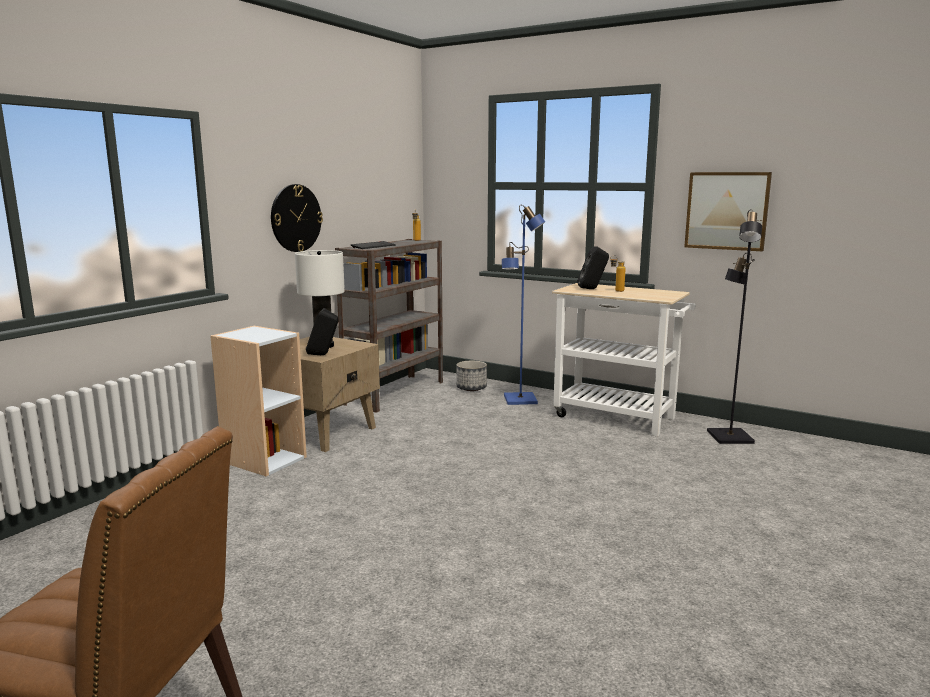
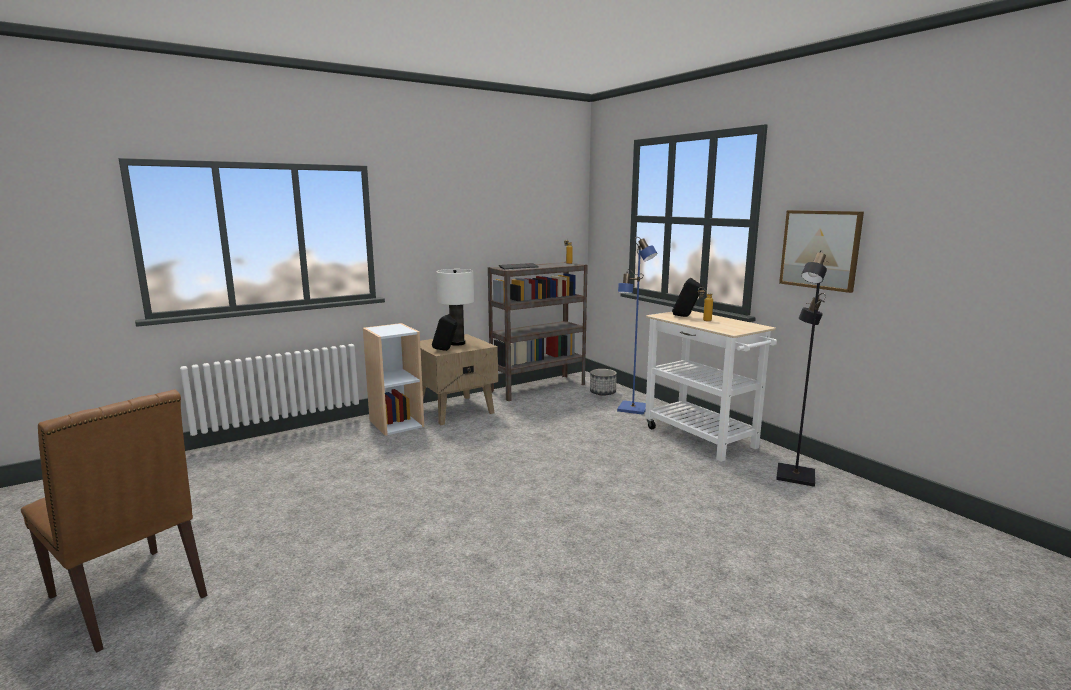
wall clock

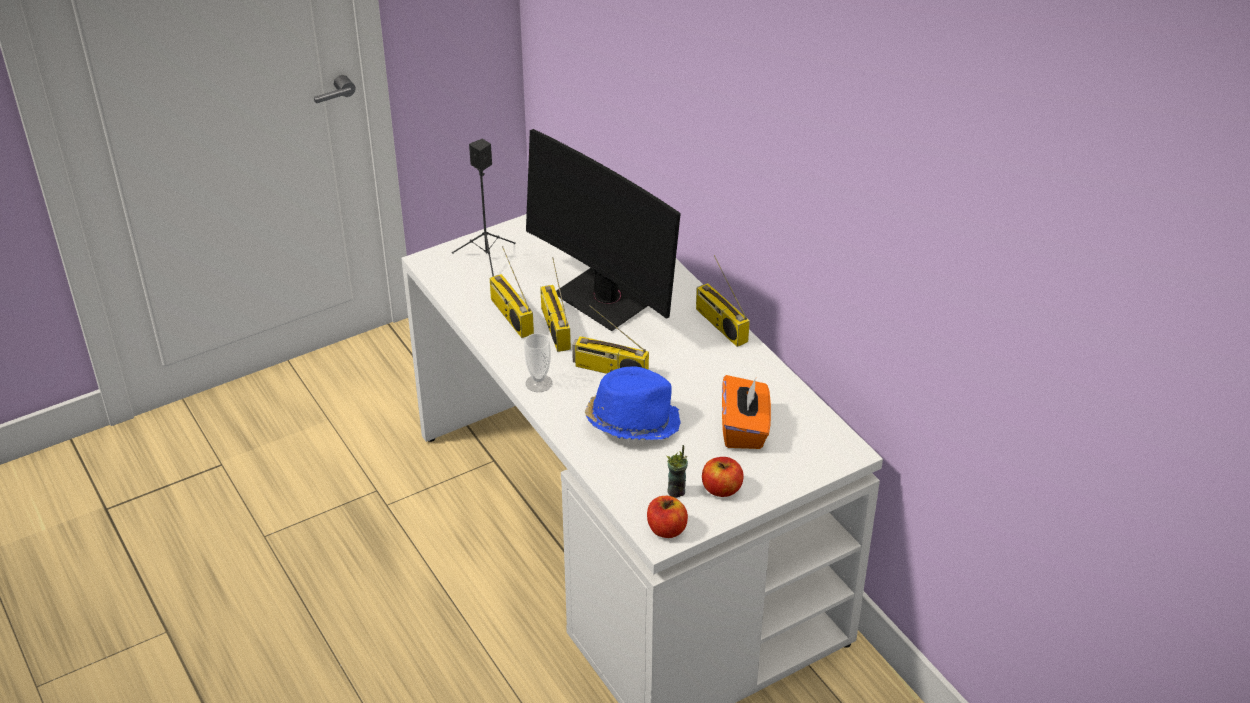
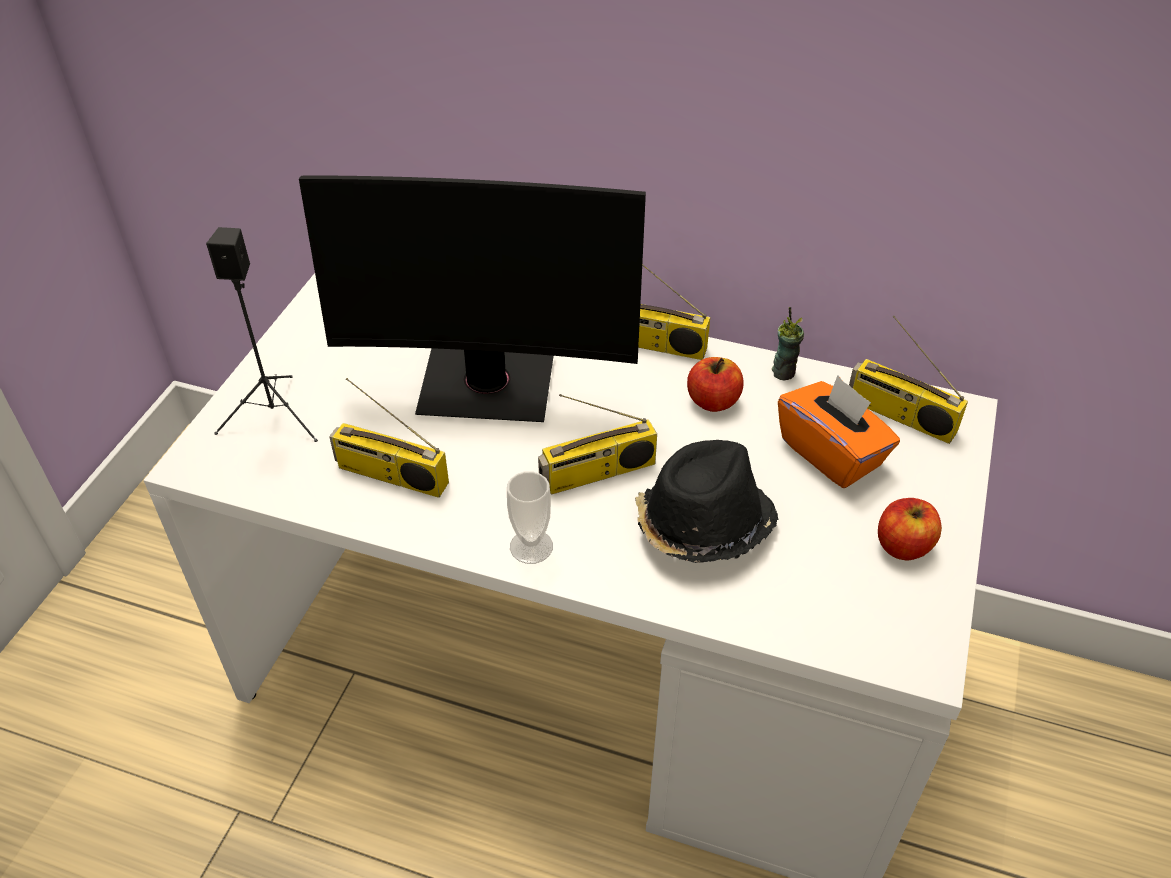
radio (4th from left)
hat in black
cup (2nd from left)
apple (1st from left)

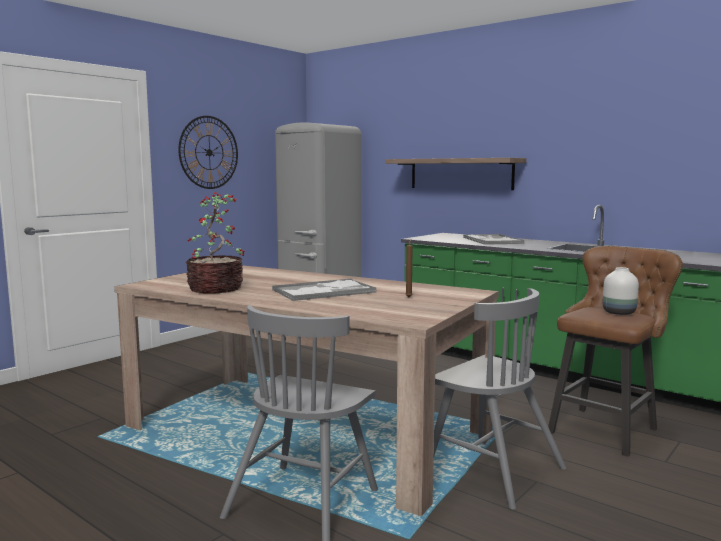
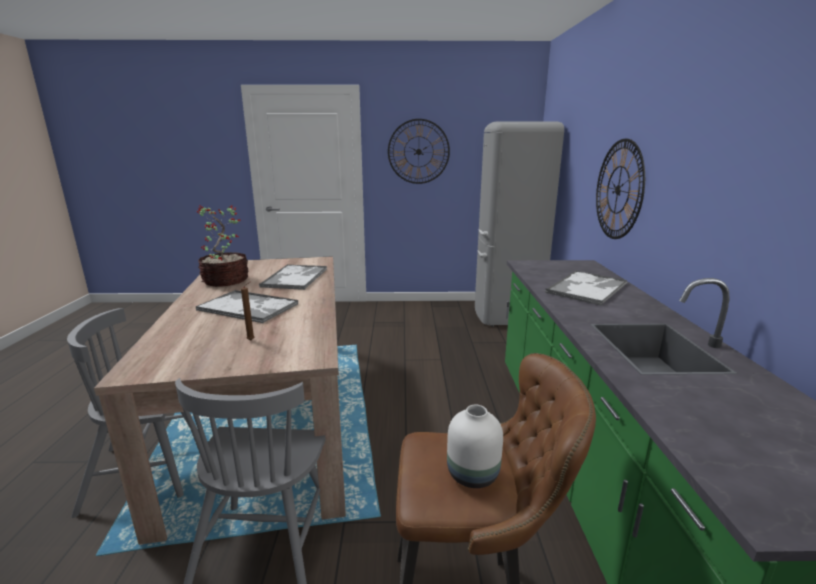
wall clock (2nd from left)
tray (2nd from left)

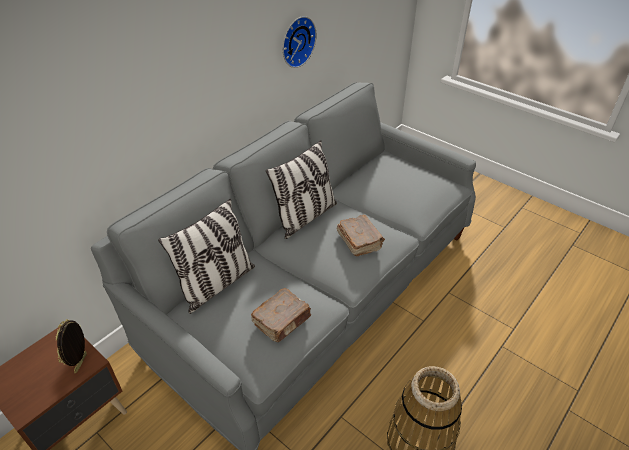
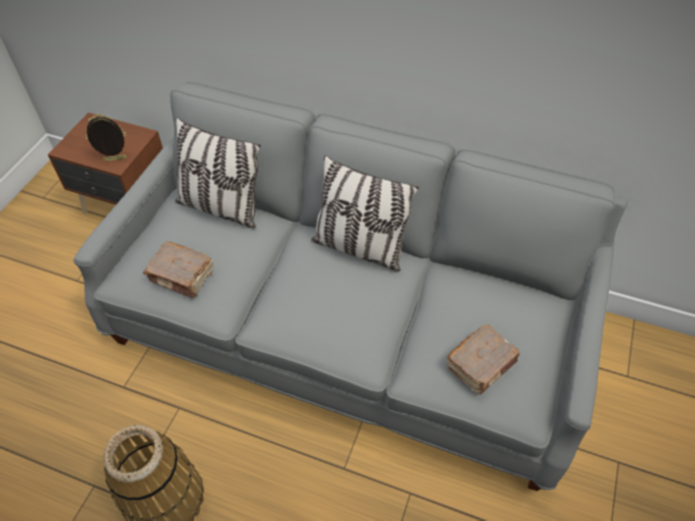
wall clock
book in brown (2nd from left)

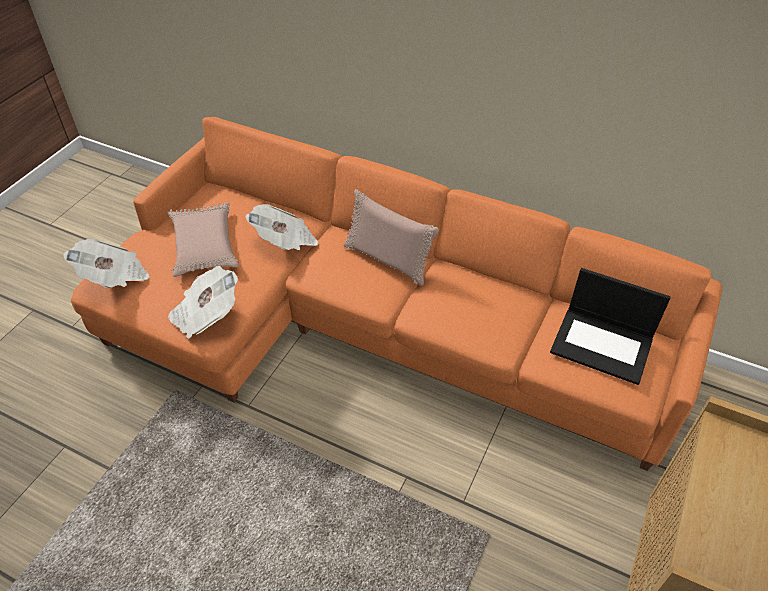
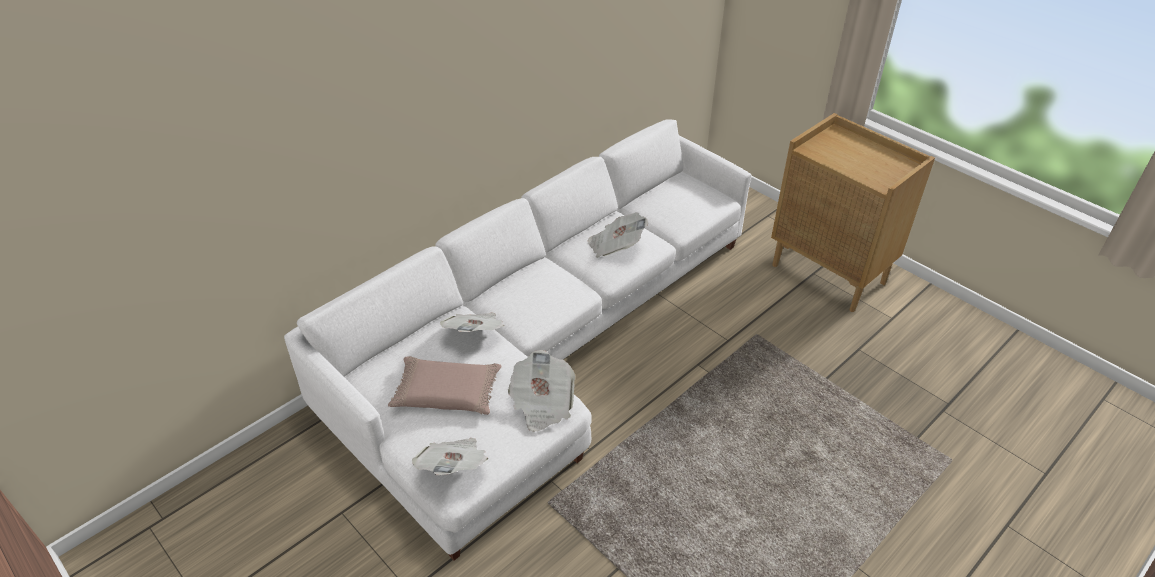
sofa in white
pillow in beige (2nd from left in the first image)
laptop
newspaper (4th from left)

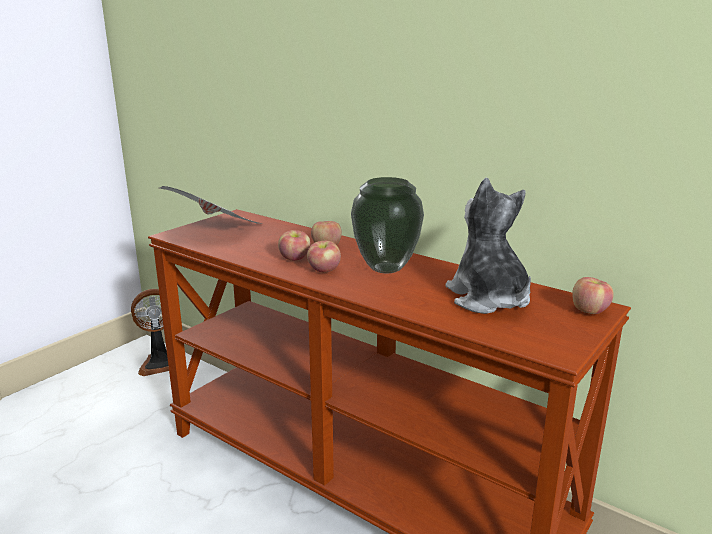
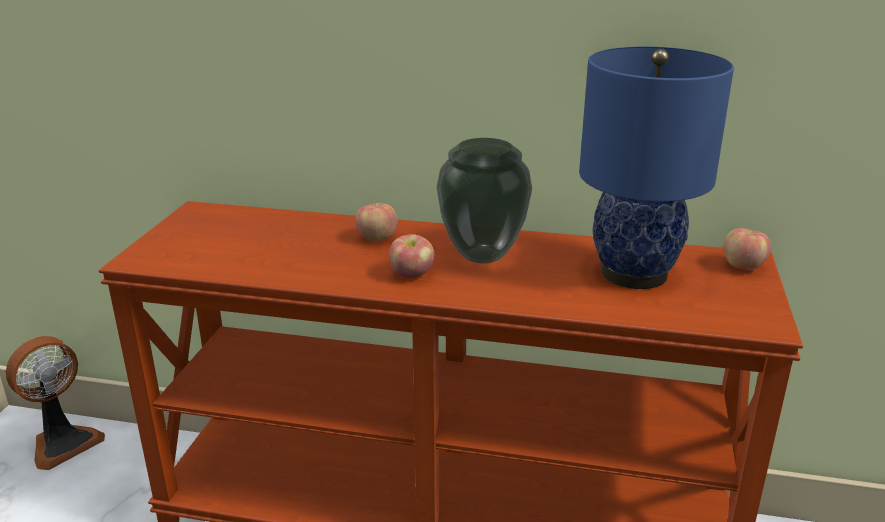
table lamp in blue
newspaper
apple (1st from left in the first image)

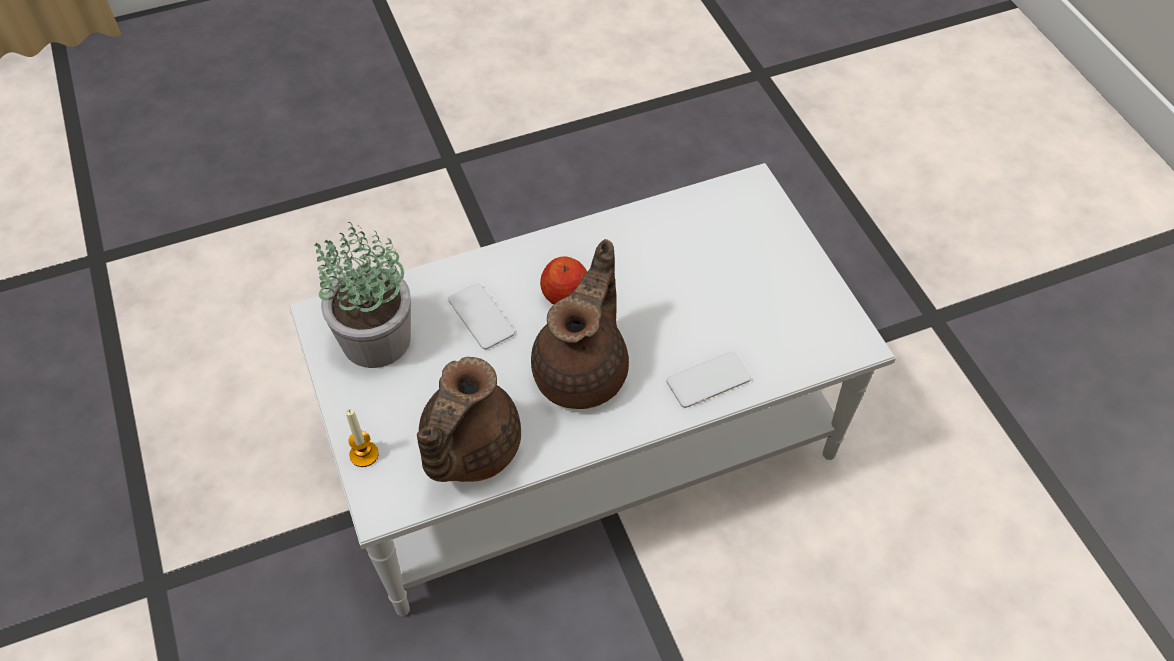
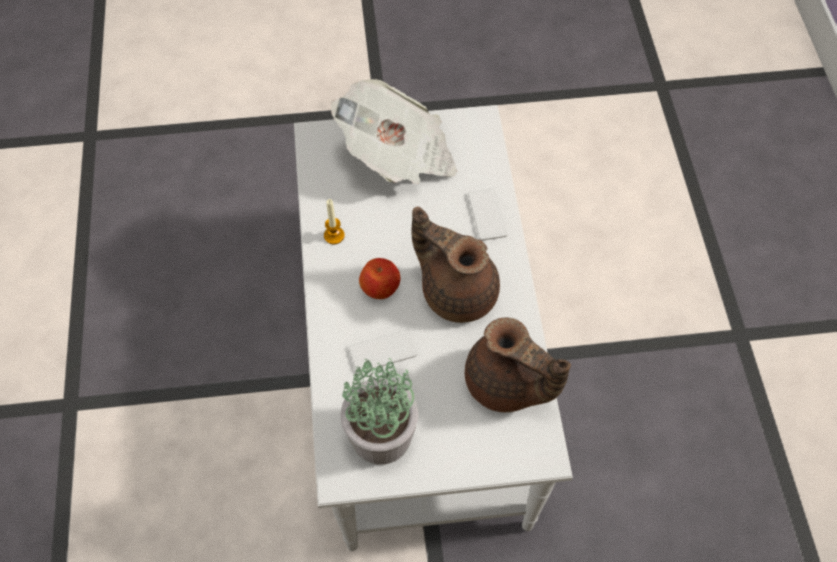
candle
newspaper

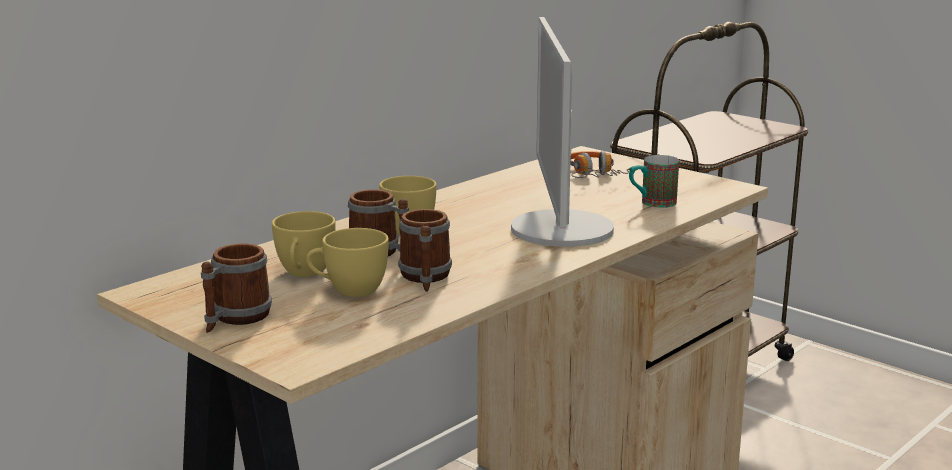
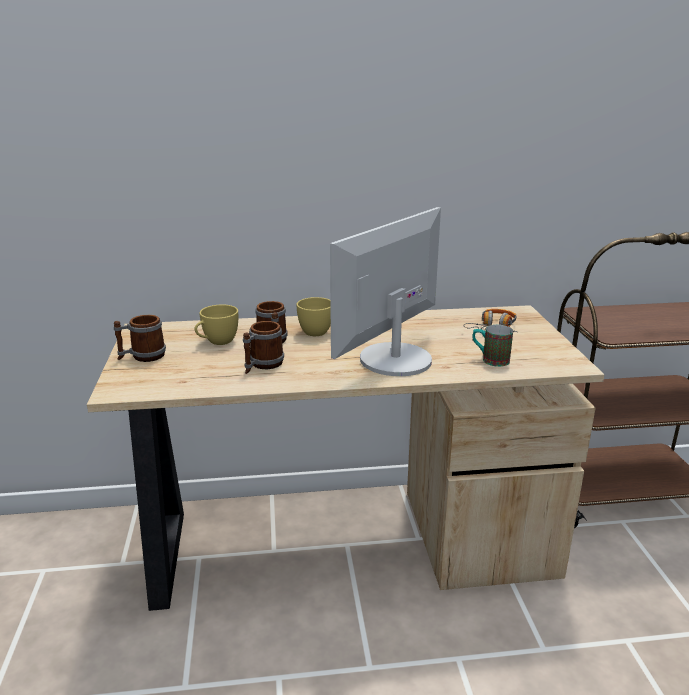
cup in yellow (2nd from left in the first image)

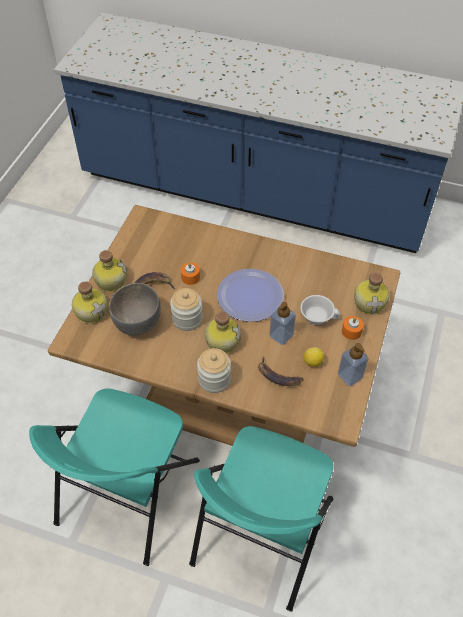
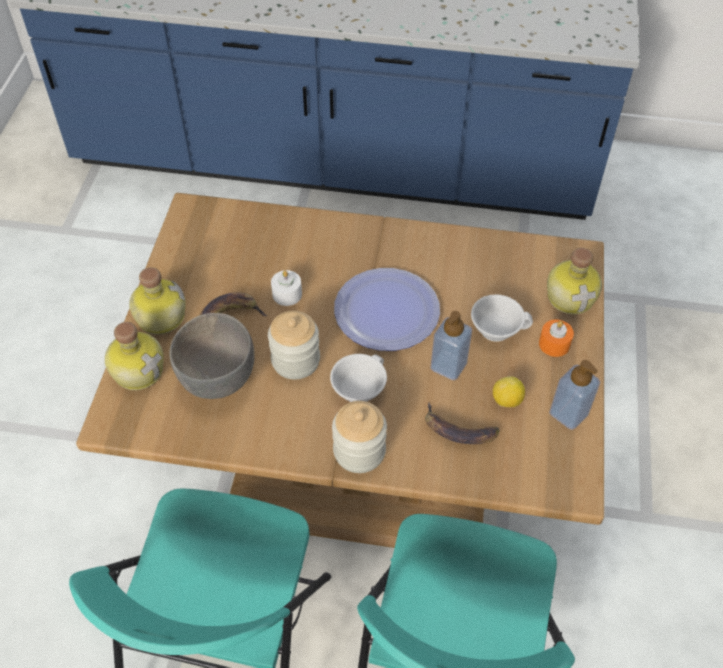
candle in white
cup in white (1st from left)

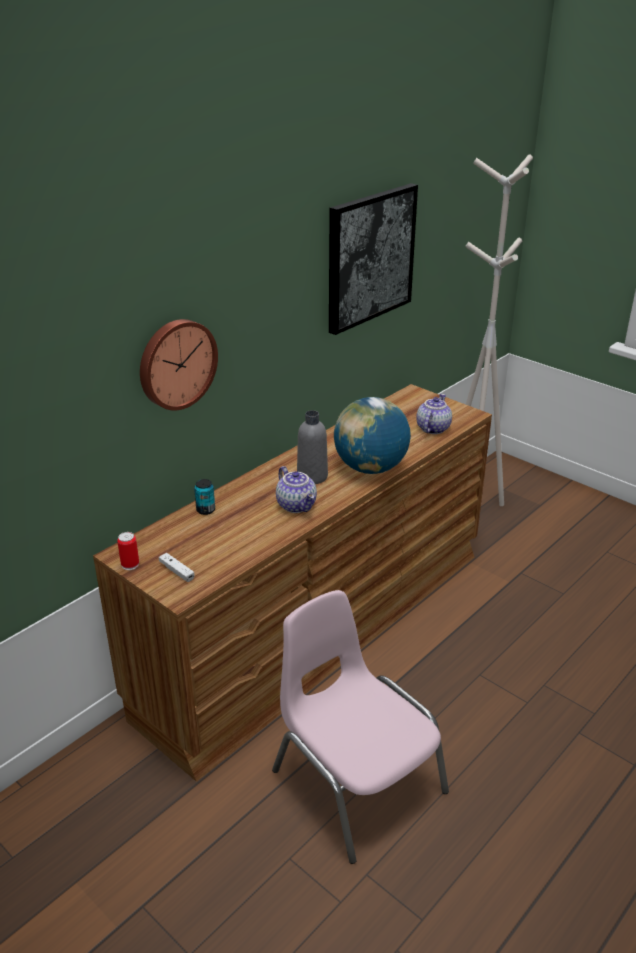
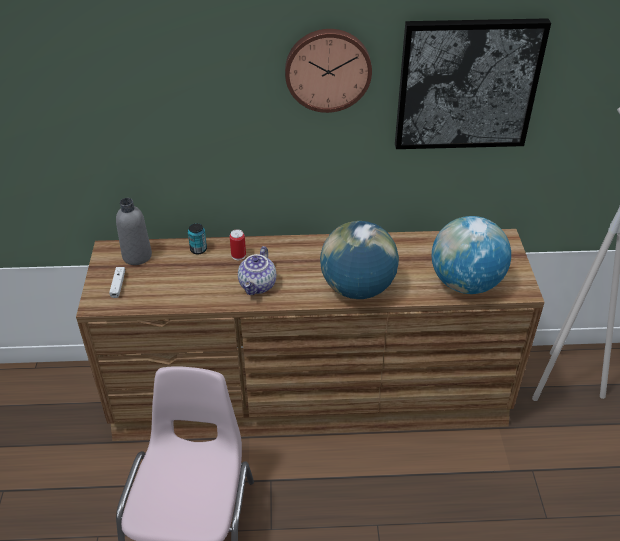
wall clock
globe (2nd from left)
bottle in grey
can (2nd from left)

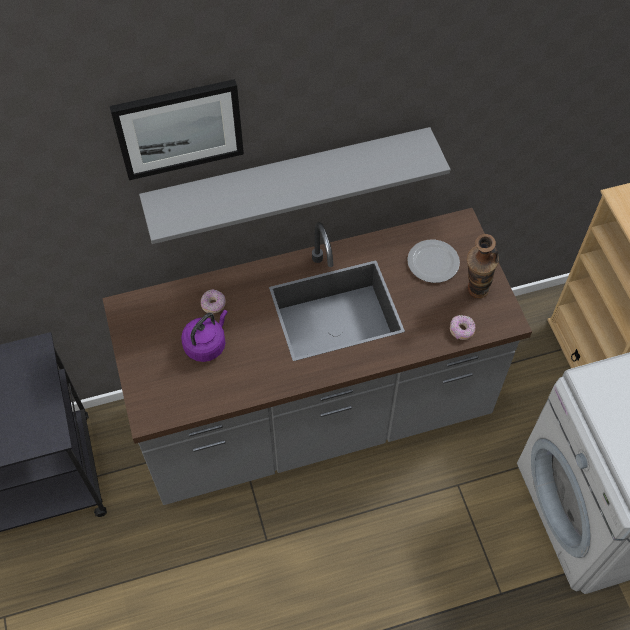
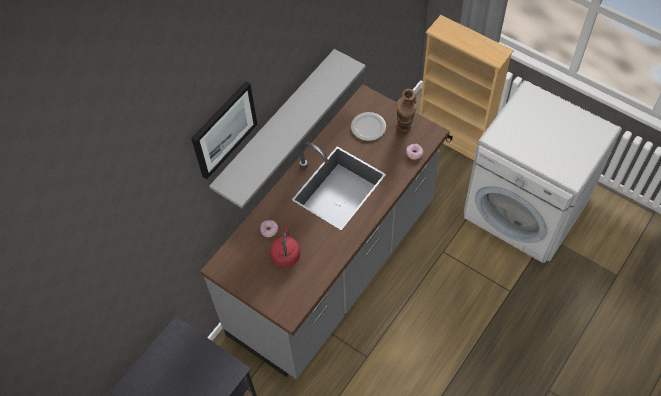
kettle in red

